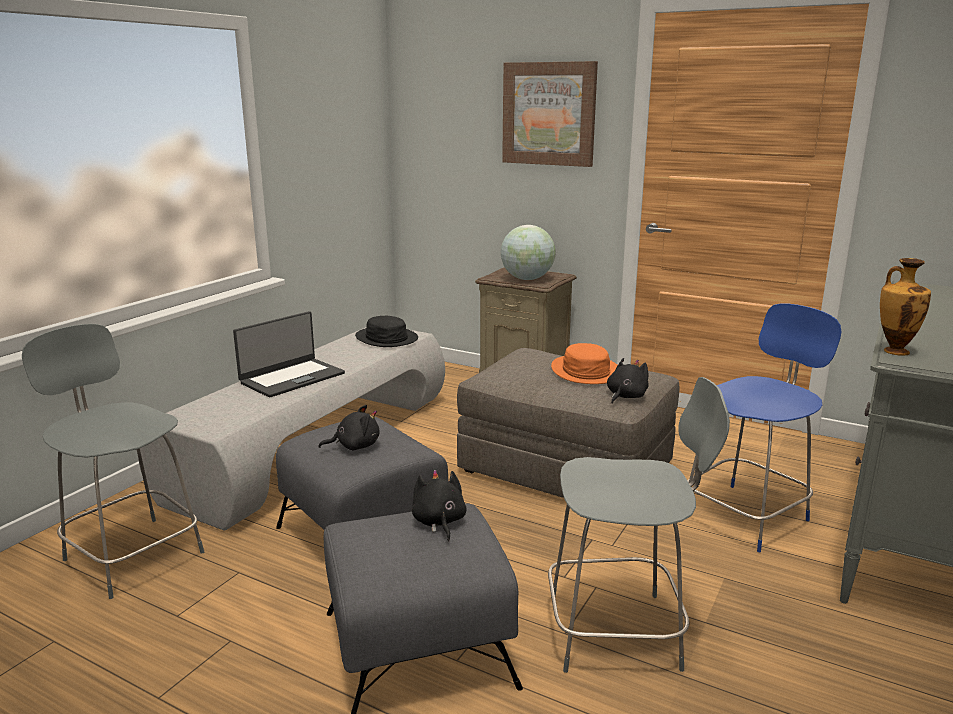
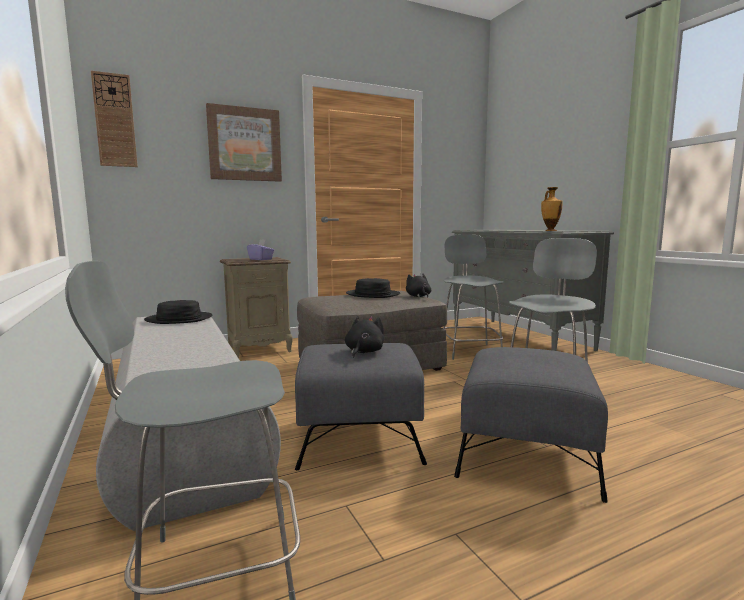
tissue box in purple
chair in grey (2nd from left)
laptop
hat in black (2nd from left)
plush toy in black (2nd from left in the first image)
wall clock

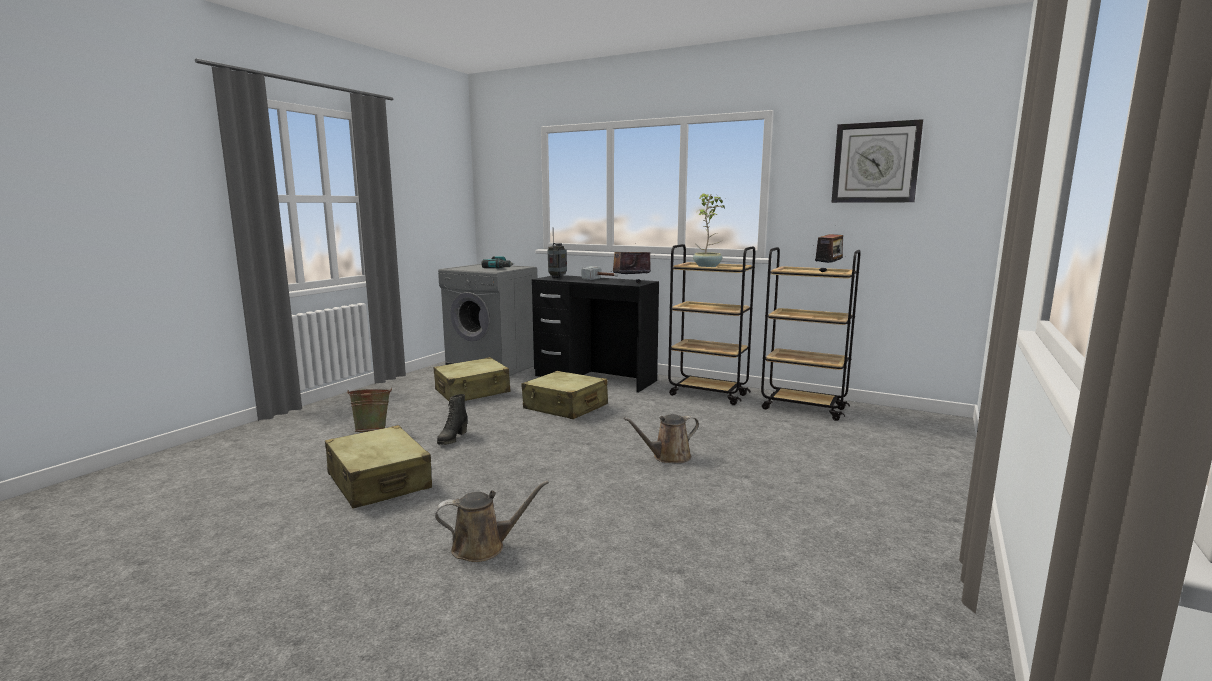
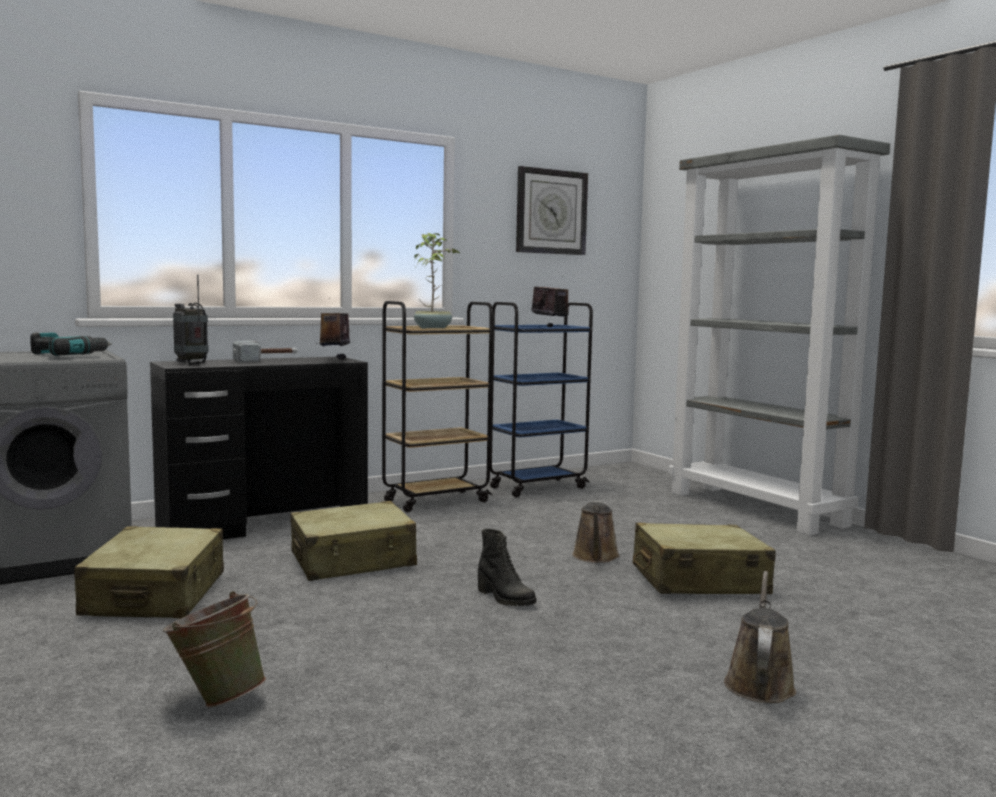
cart in blue
boot in black
suitcase in beige (3rd from left)
bookcase in grey

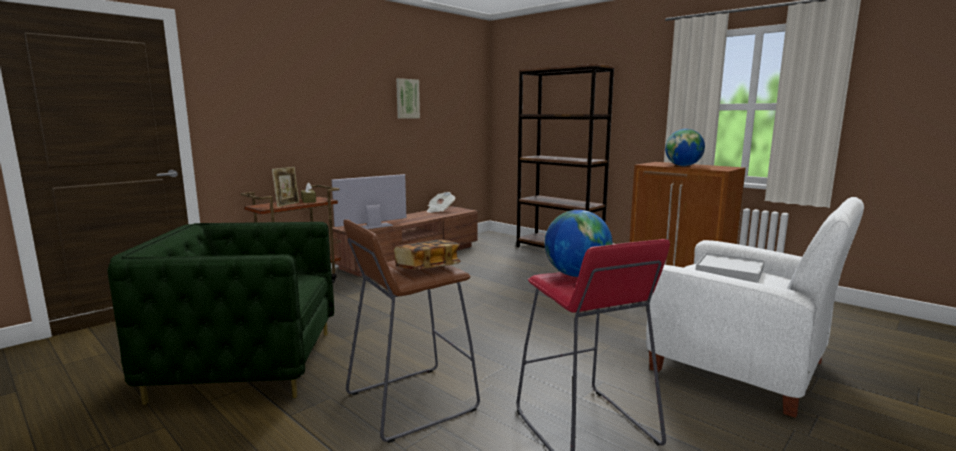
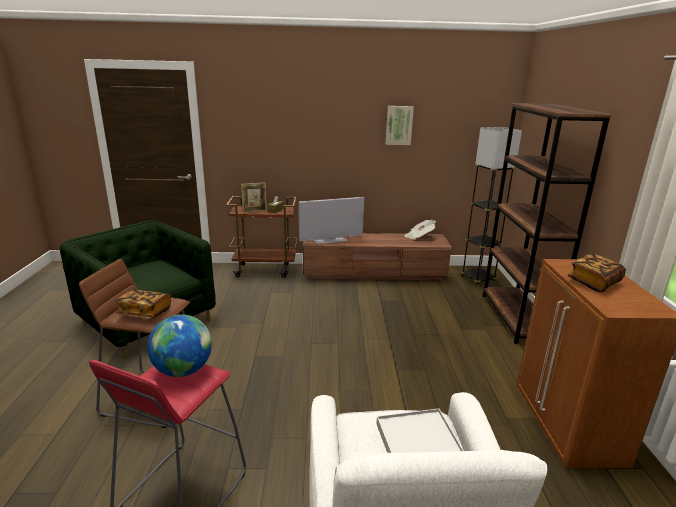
book (2nd from left)
television
floor lamp in grey

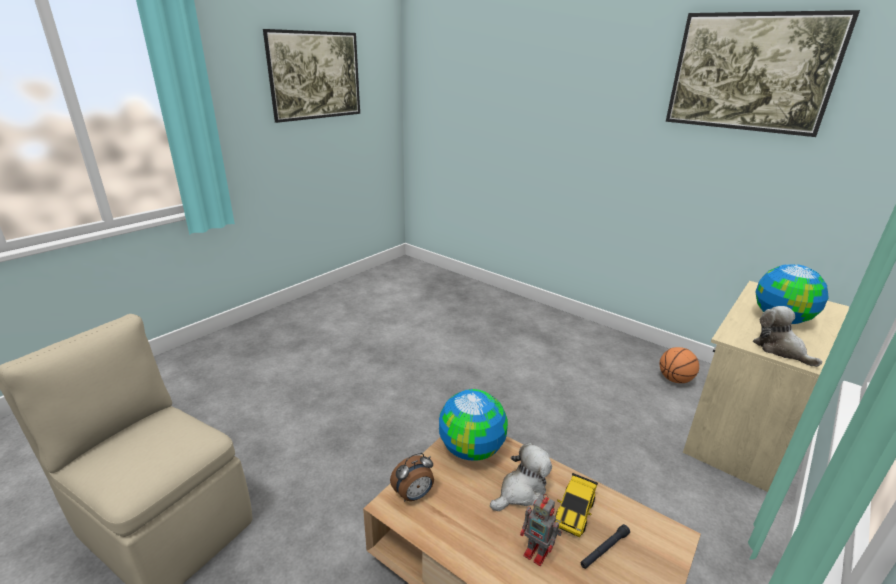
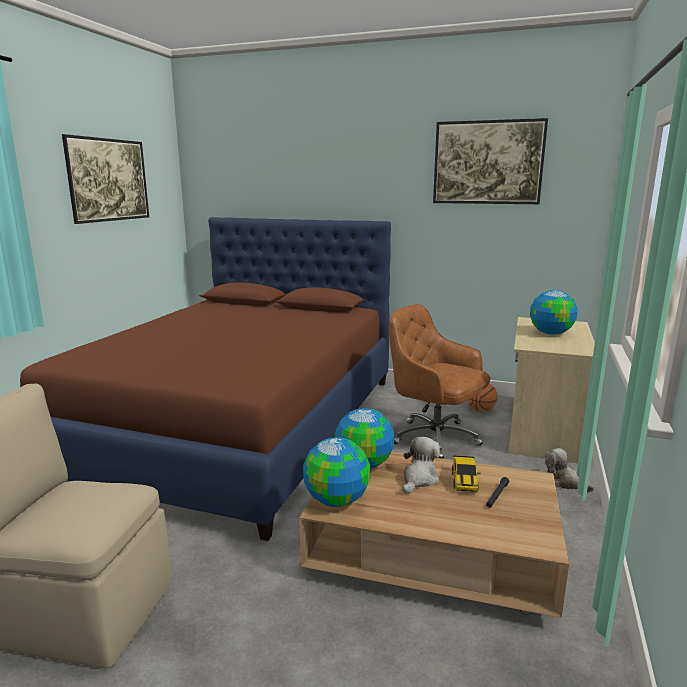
plush toy (2nd from left)
globe (1st from left)
toy robot
bed in brown
office chair in brown

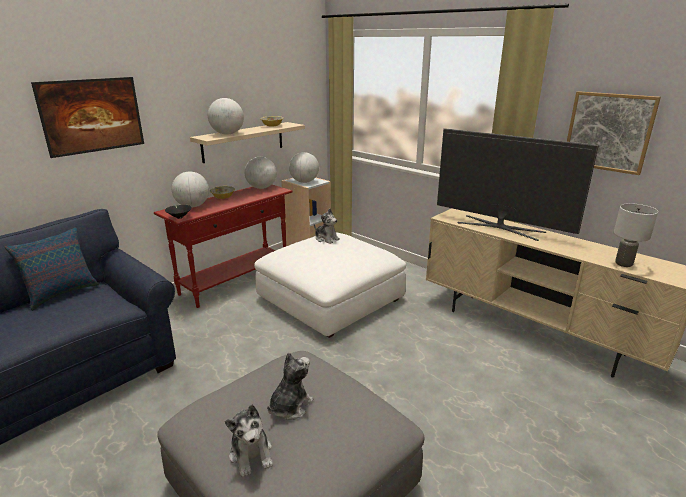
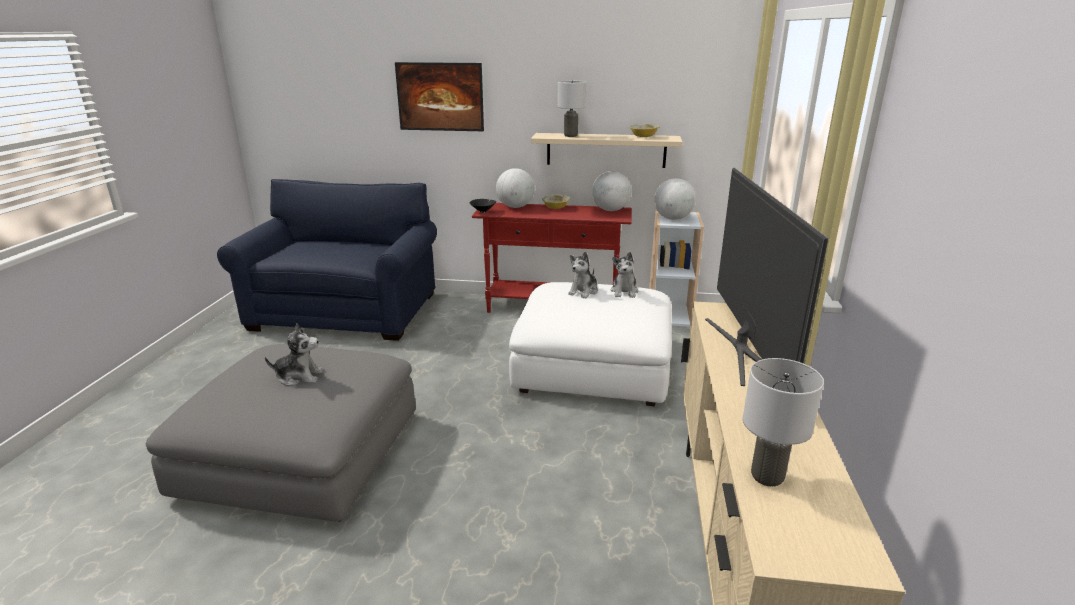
picture (2nd from left in the first image)
table lamp in white (1st from left)
pillow in blue
plush toy (2nd from left)

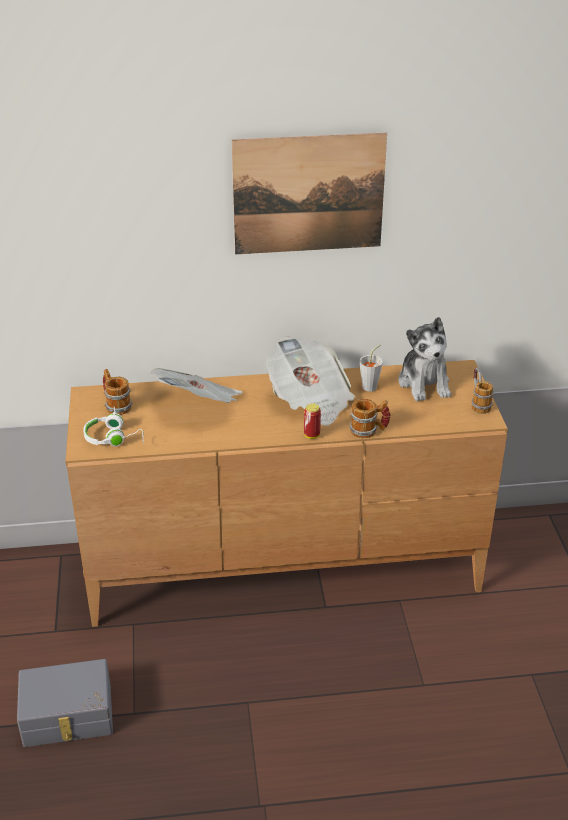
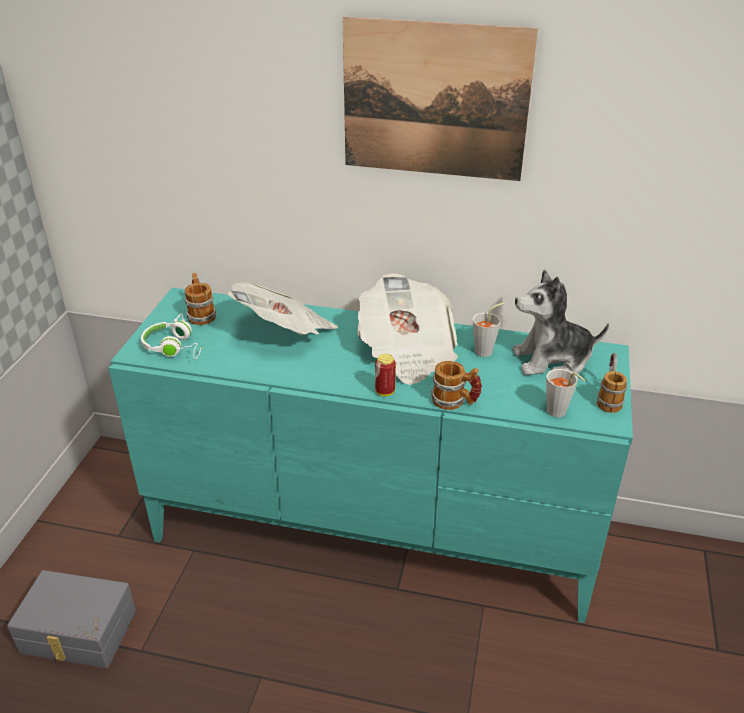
plush toy
dresser in turquoise
cup in grey (2nd from left)

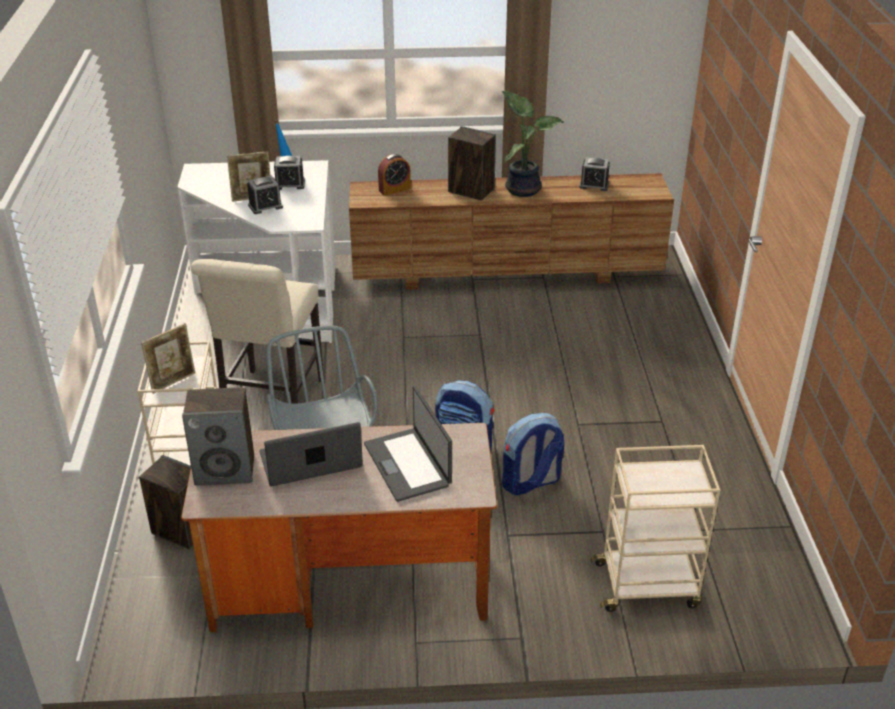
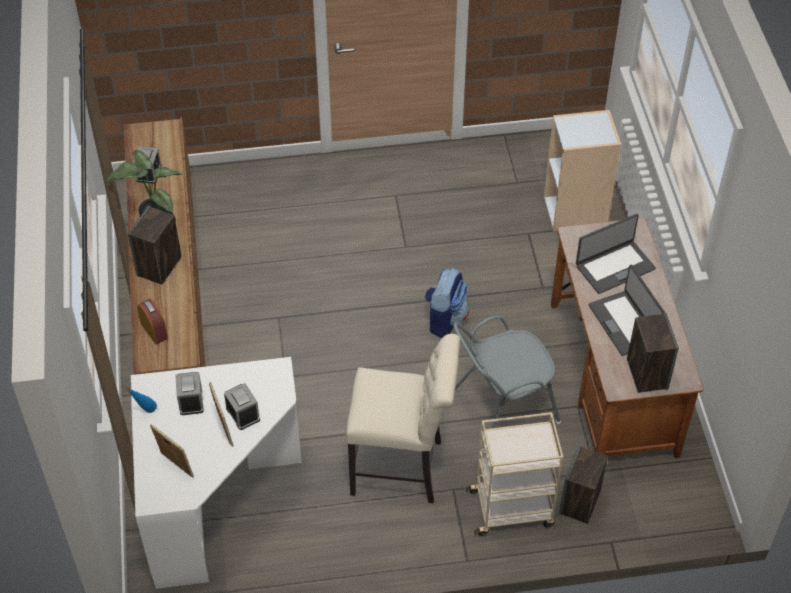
picture frame (1st from left)
backpack (2nd from left in the first image)
bookcase

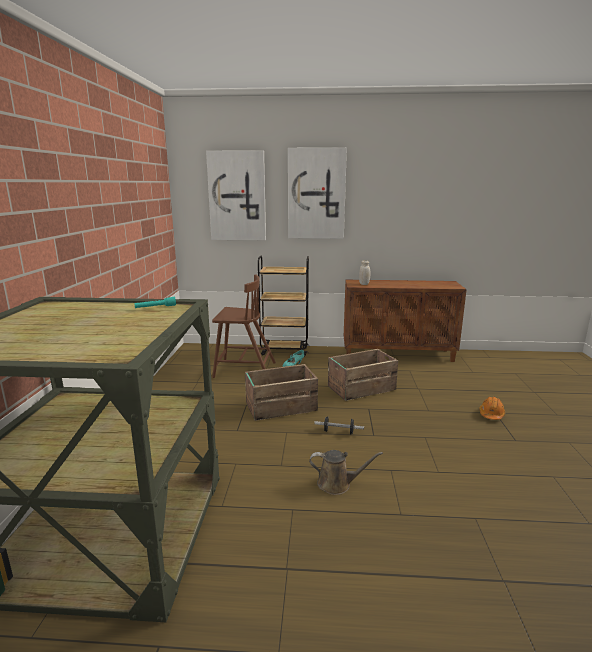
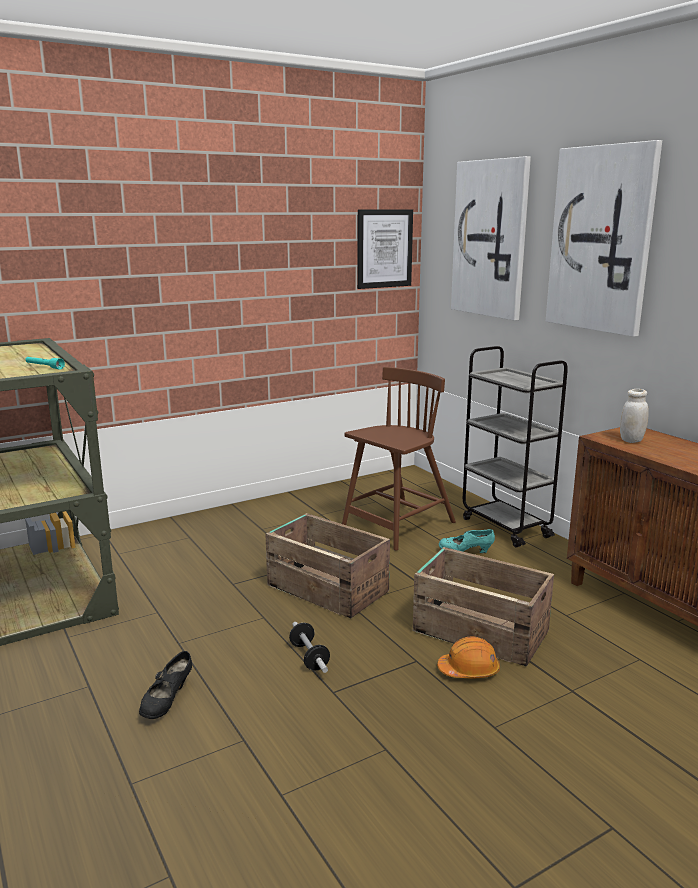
cart in grey
chair in brown
hard hat in orange
shoe in black
picture (1st from left)

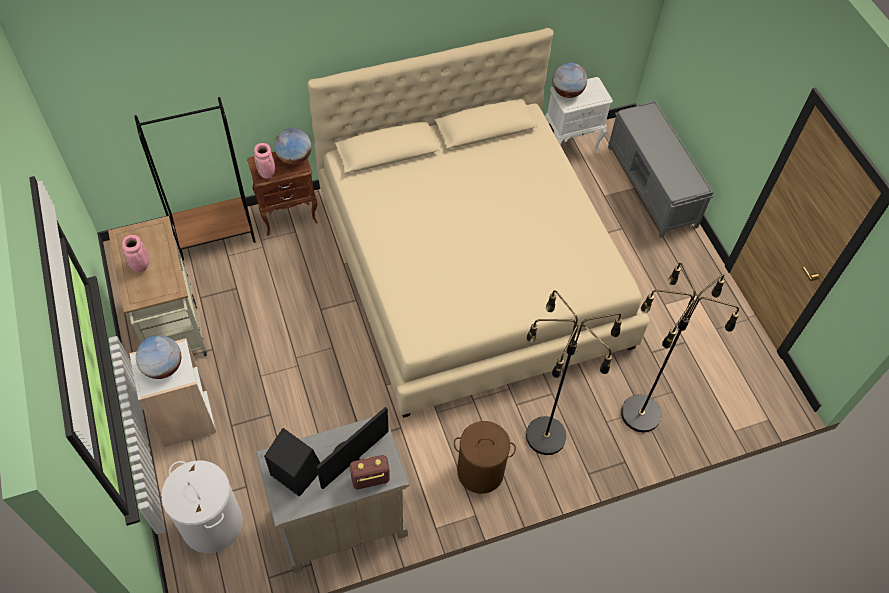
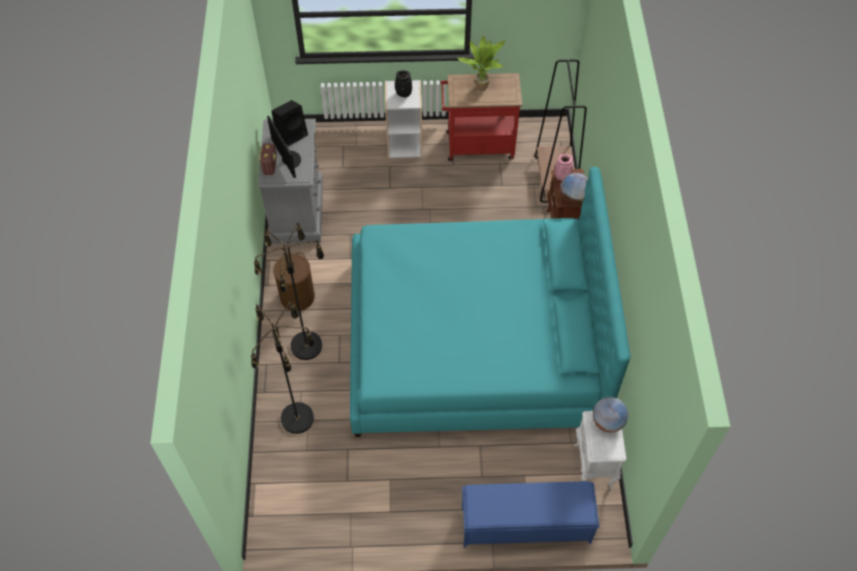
bed in turquoise
bench in blue
cart in red
potted plant
vase in black
laundry basket in white

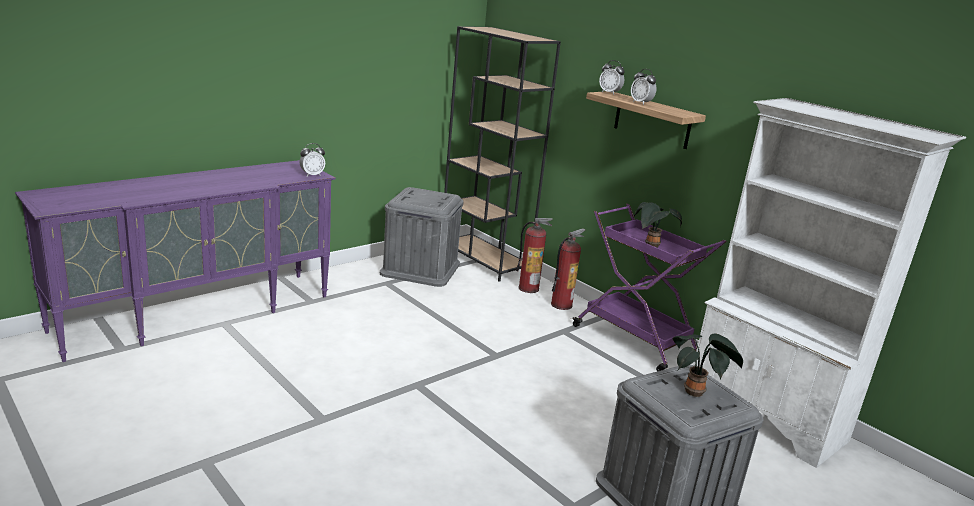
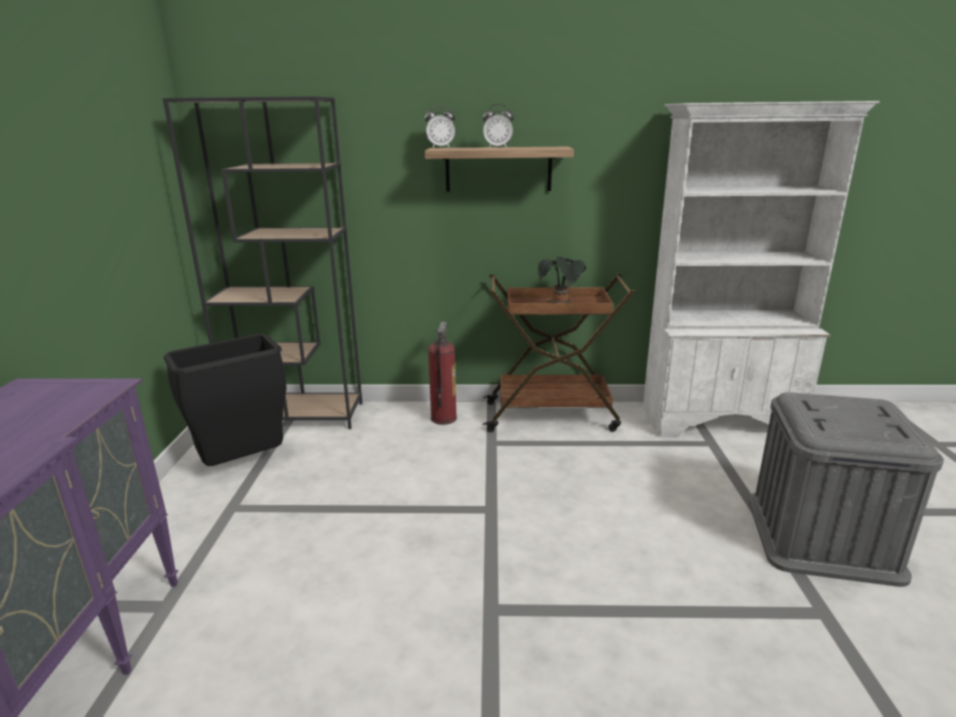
alarm clock (1st from left in the first image)
trash can in black
cart in brown
fire extinguisher (1st from left in the first image)
potted plant (2nd from left in the first image)

